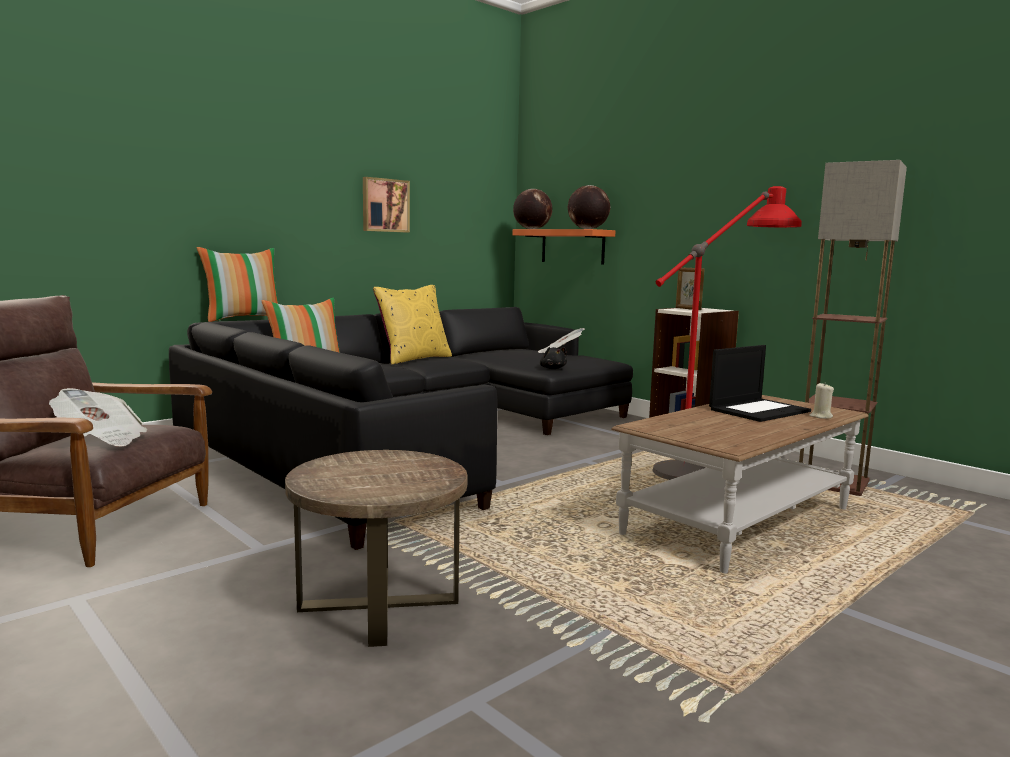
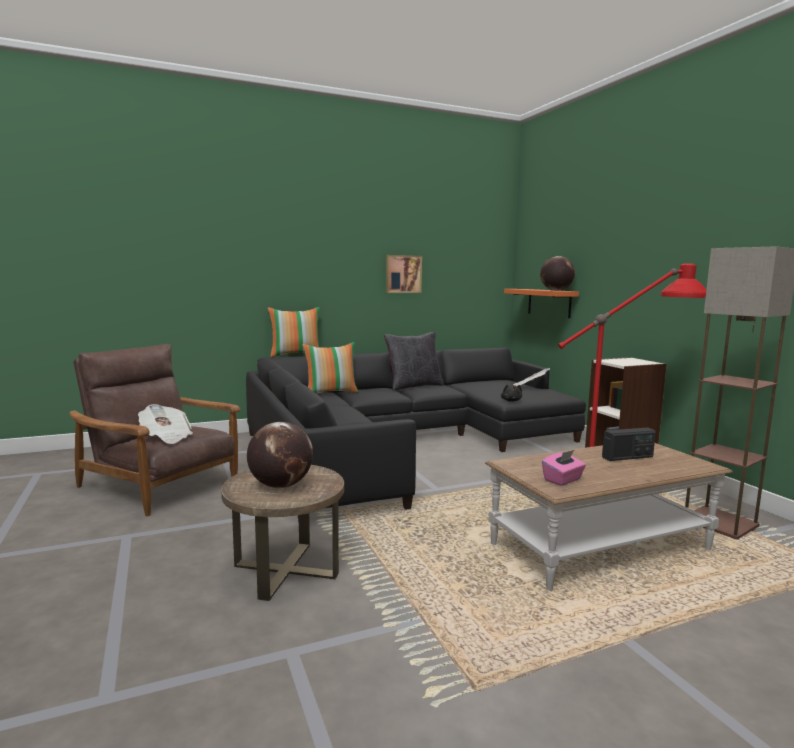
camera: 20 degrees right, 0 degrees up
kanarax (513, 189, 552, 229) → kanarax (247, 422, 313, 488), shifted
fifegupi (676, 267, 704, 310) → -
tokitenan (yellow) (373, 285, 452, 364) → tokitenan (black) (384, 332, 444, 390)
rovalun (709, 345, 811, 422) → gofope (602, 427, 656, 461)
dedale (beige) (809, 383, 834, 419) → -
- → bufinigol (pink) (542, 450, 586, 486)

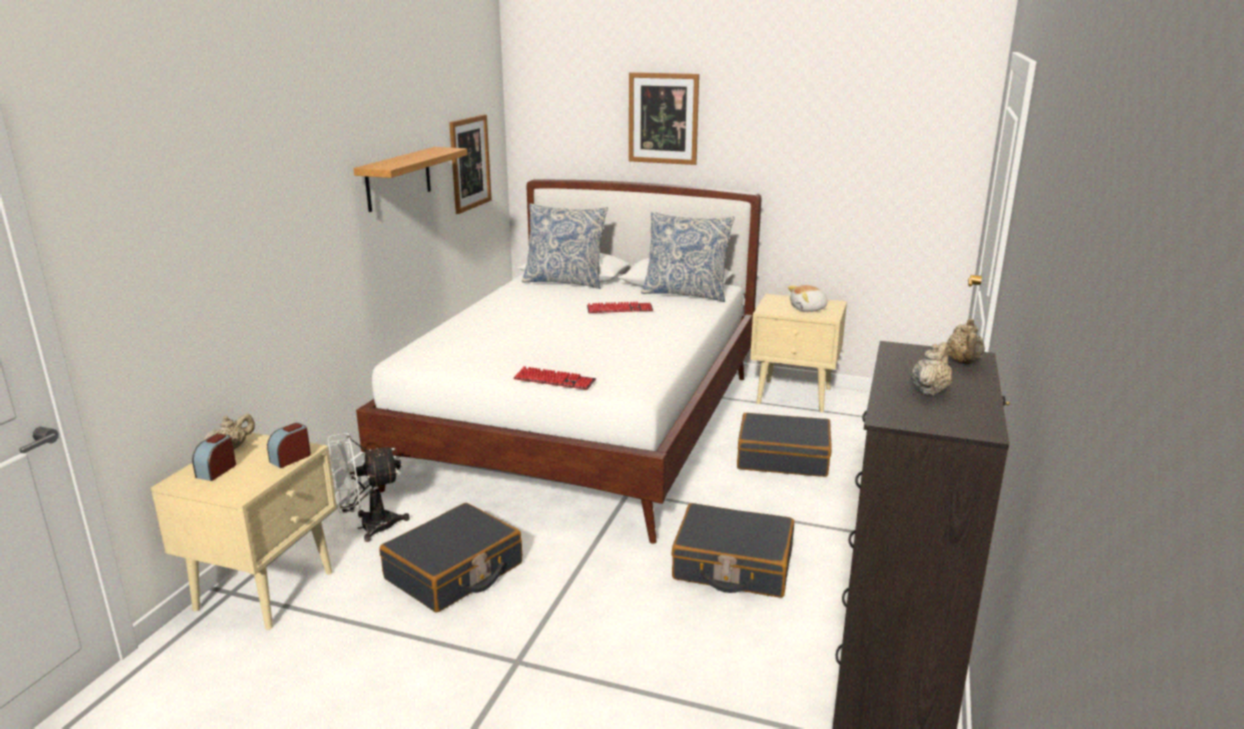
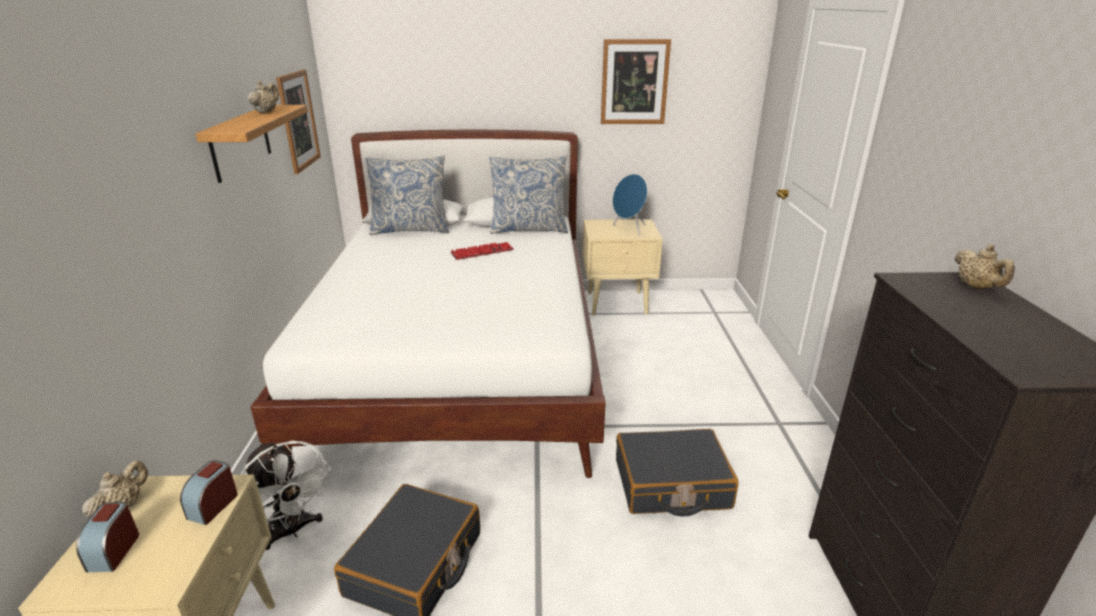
camera: 20 degrees left, 5 degrees up
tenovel (629, 72, 699, 165) → tenovel (601, 39, 671, 124), shifted
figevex (788, 285, 829, 312) → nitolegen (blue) (612, 174, 647, 236)
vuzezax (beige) (912, 342, 952, 396) → vuzezax (beige) (248, 81, 279, 113), shifted
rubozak (514, 366, 596, 390) → -
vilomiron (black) (737, 413, 832, 477) → -
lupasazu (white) (328, 433, 410, 542) → lupasazu (white) (240, 441, 332, 550), 90 degrees counterclockwise

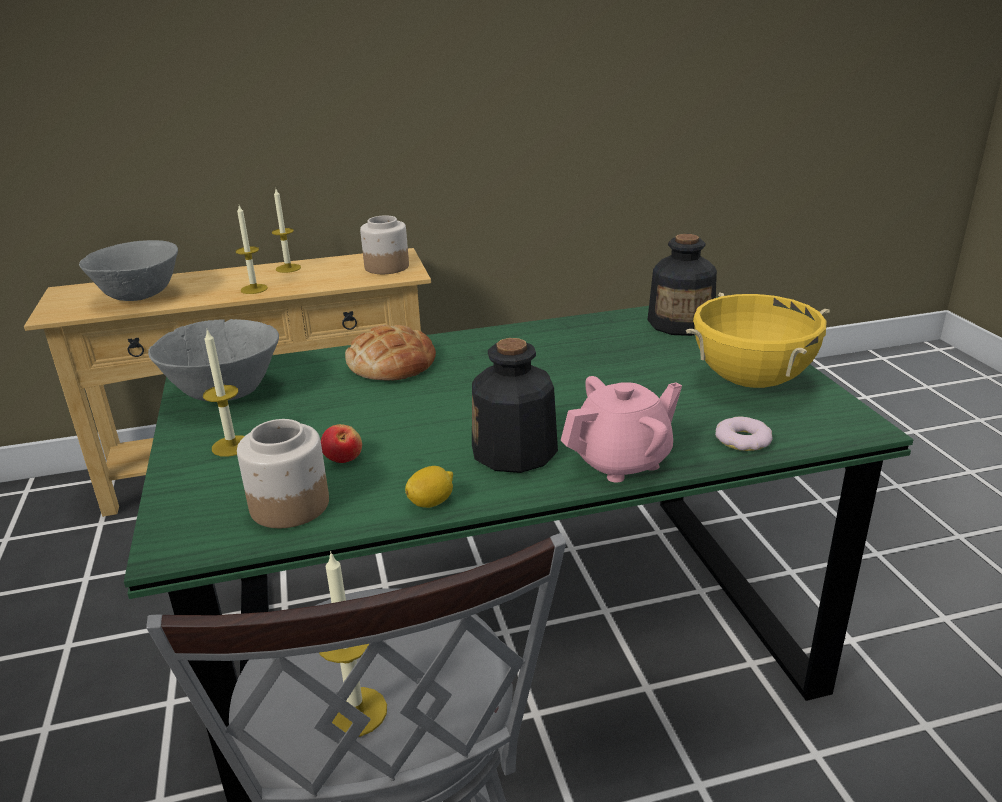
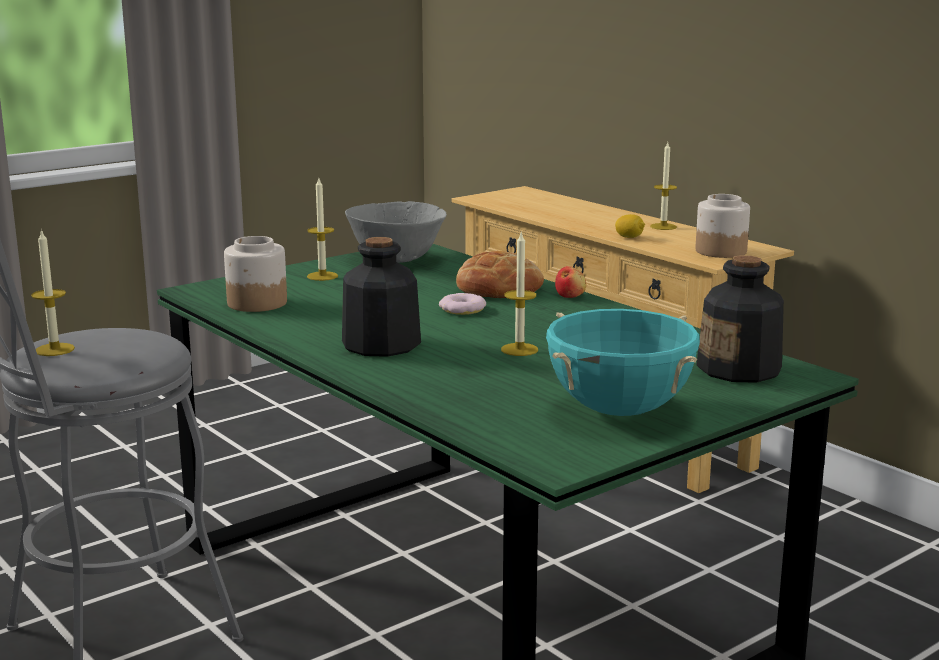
camera: 65 degrees right, 10 degrees down
dedale (236, 205, 268, 294) → dedale (501, 233, 538, 356), shifted
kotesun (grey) (79, 240, 178, 301) → -
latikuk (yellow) (686, 293, 830, 388) → latikuk (turquoise) (546, 309, 700, 416)
vuzezax (pink) (560, 376, 682, 483) → -
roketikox (715, 417, 773, 451) → roketikox (439, 293, 486, 315), shifted
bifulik (321, 424, 362, 463) → bifulik (555, 266, 586, 298), shifted
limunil (405, 466, 453, 508) → limunil (615, 214, 645, 238), shifted

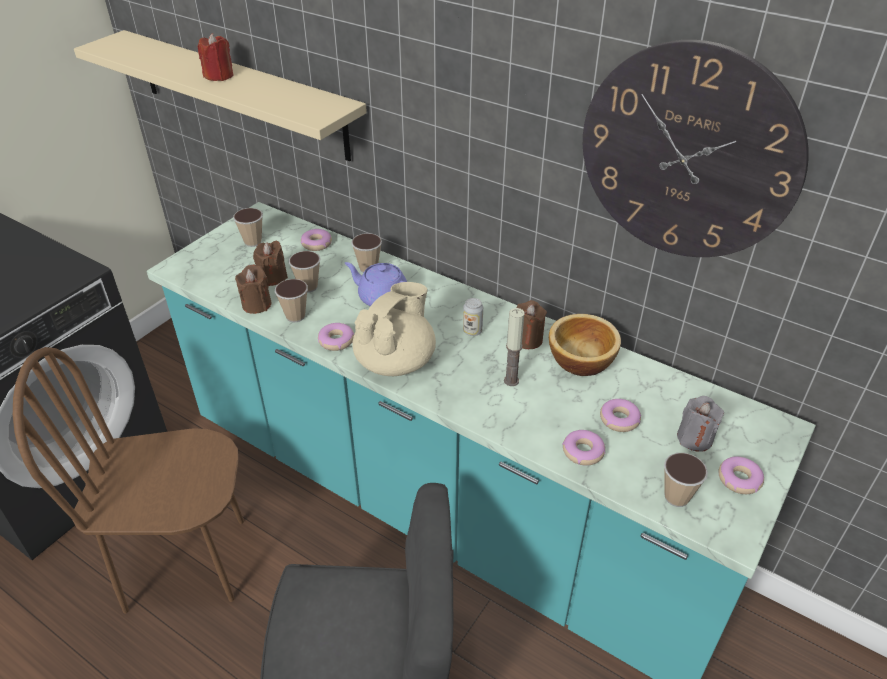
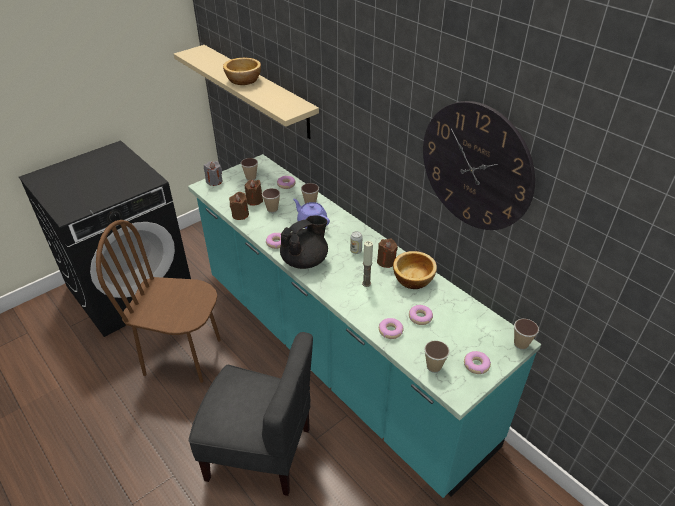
camera: 15 degrees right, 0 degrees up
dedale (red) (198, 33, 233, 81) → kotesun (223, 58, 261, 85)
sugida (275, 279, 308, 322) → sugida (514, 319, 539, 350), shifted
vuzezax (beige) (353, 282, 436, 376) → vuzezax (black) (280, 215, 328, 269)
dedale (grey) (677, 396, 724, 452) → dedale (grey) (204, 161, 222, 186), shifted

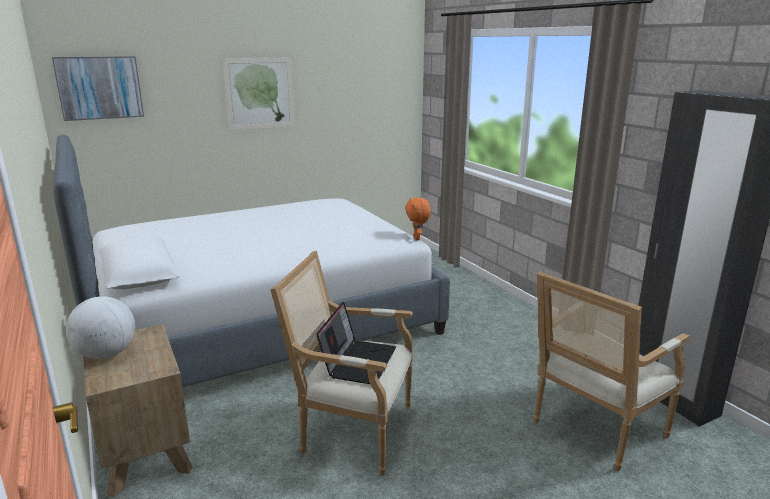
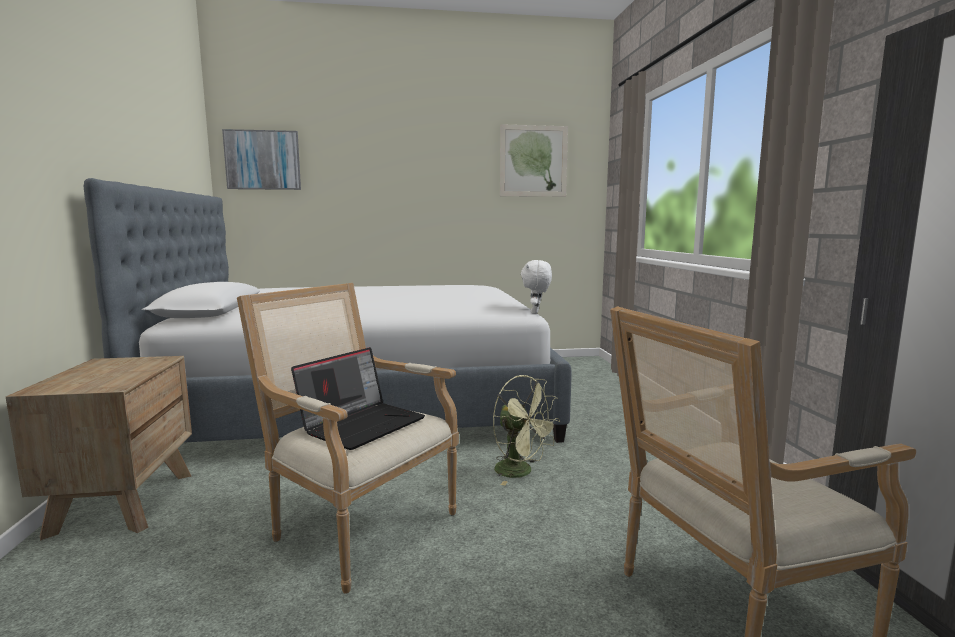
camera: 20 degrees right, 10 degrees down
tenovel (223, 57, 295, 131) → tenovel (500, 124, 568, 197), shifted
figevex (orange) (405, 198, 431, 240) → figevex (white) (521, 260, 552, 314)
kanarax (66, 296, 135, 359) → -
- → lupasazu (green) (493, 375, 560, 485)

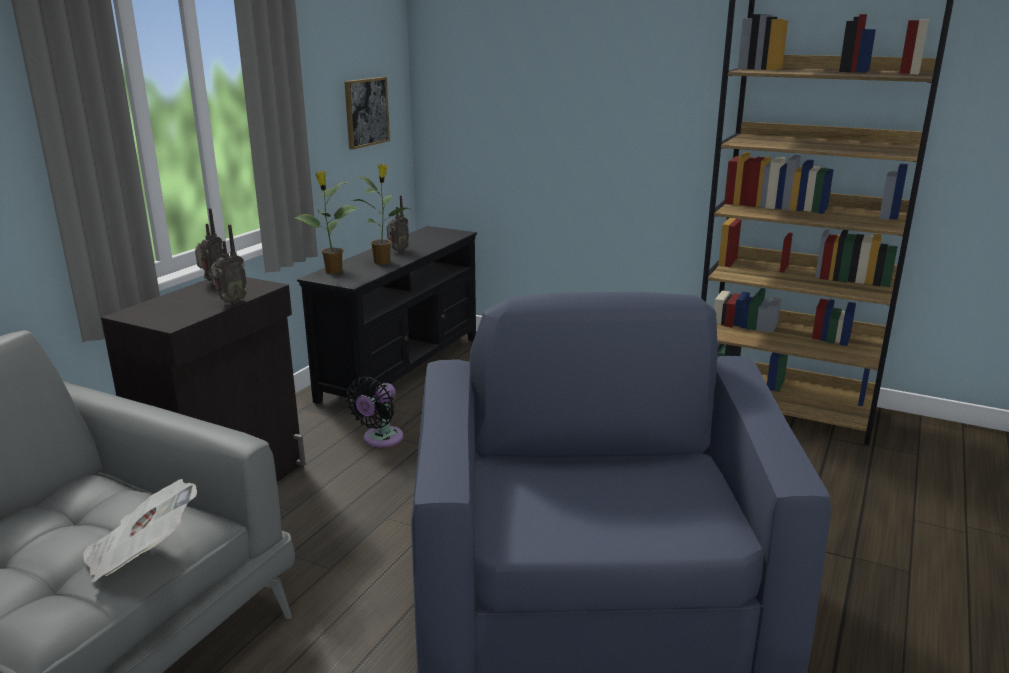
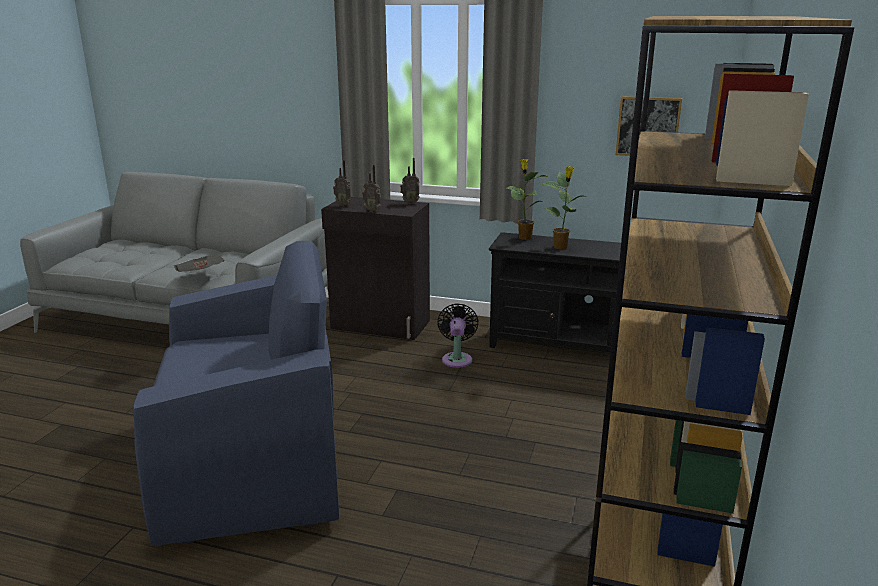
camera: 80 degrees right, 0 degrees up
gofope (387, 195, 409, 252) → gofope (333, 160, 351, 206), shifted
lupasazu (black) (346, 377, 403, 447) → lupasazu (black) (437, 303, 479, 368), 75 degrees clockwise

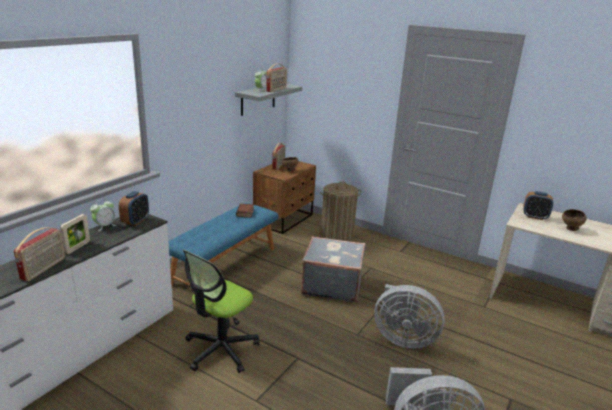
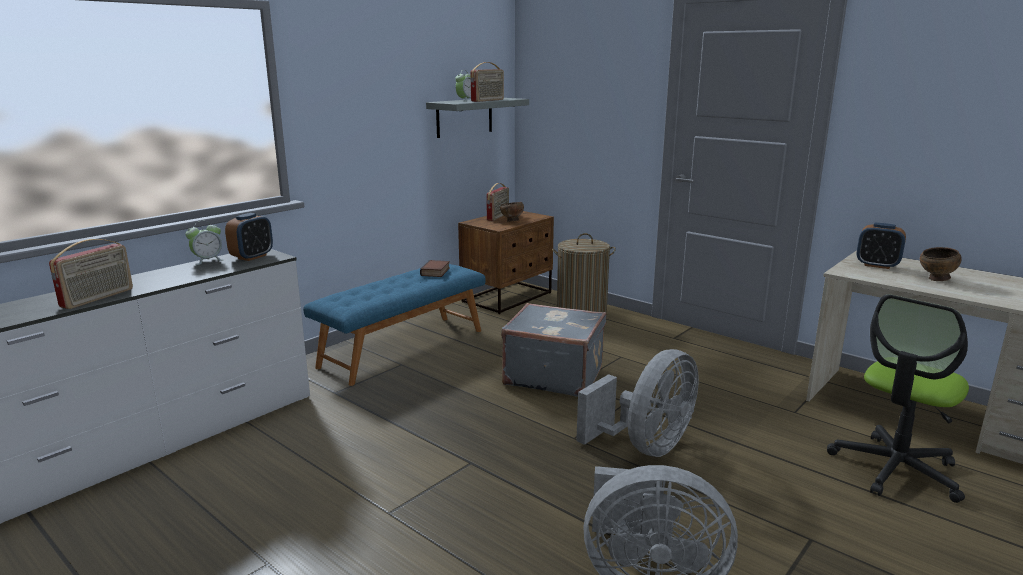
camera: 10 degrees right, 5 degrees down
fifegupi (60, 214, 90, 254) → -
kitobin (183, 250, 259, 373) → kitobin (827, 294, 969, 503), shifted
lupasazu (grey) (374, 284, 445, 348) → lupasazu (grey) (576, 349, 699, 457), 75 degrees counterclockwise

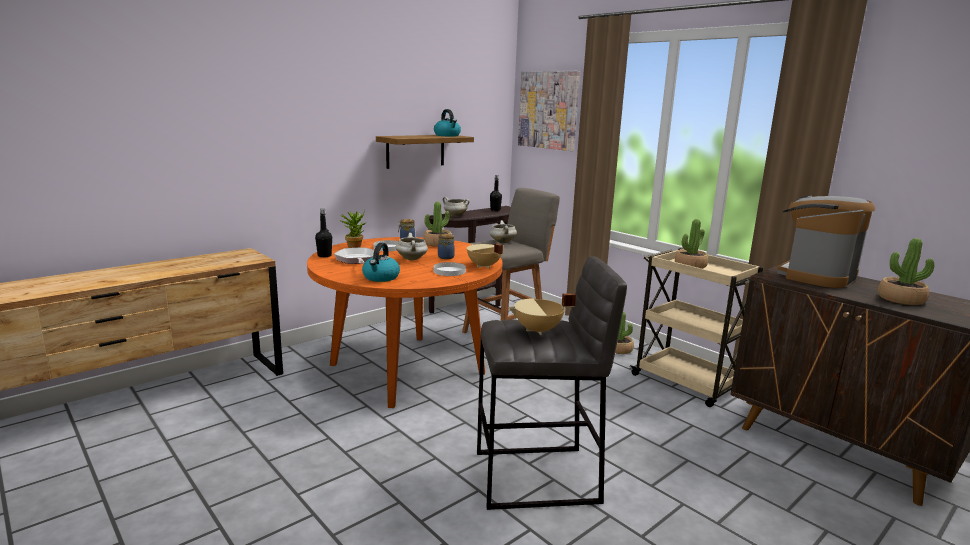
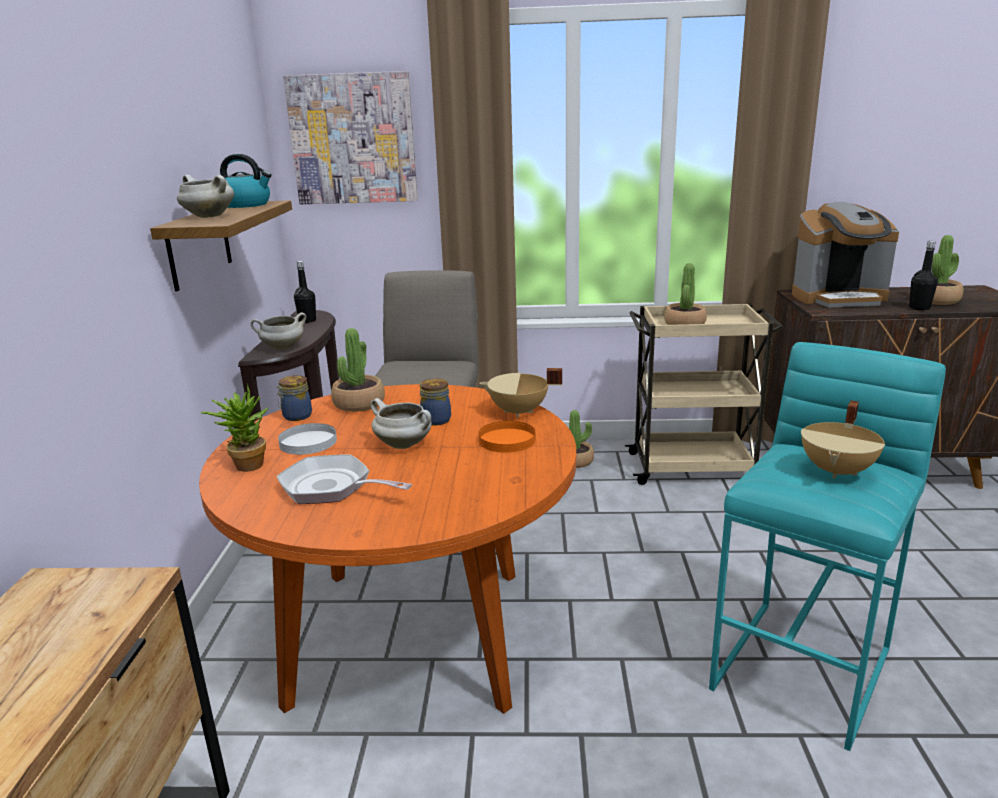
camera: 45 degrees left, 5 degrees up
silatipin (777, 195, 875, 288) → silatipin (792, 202, 899, 307), 90 degrees counterclockwise
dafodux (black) (315, 209, 332, 257) → dafodux (black) (909, 241, 938, 310), shifted
latikuk (white) (490, 220, 517, 243) → latikuk (white) (177, 175, 234, 218), shifted
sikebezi (362, 243, 400, 282) → -
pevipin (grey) (477, 256, 627, 510) → pevipin (turquoise) (709, 342, 946, 751)
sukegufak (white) (433, 262, 466, 276) → sukegufak (orange) (478, 421, 536, 453)

